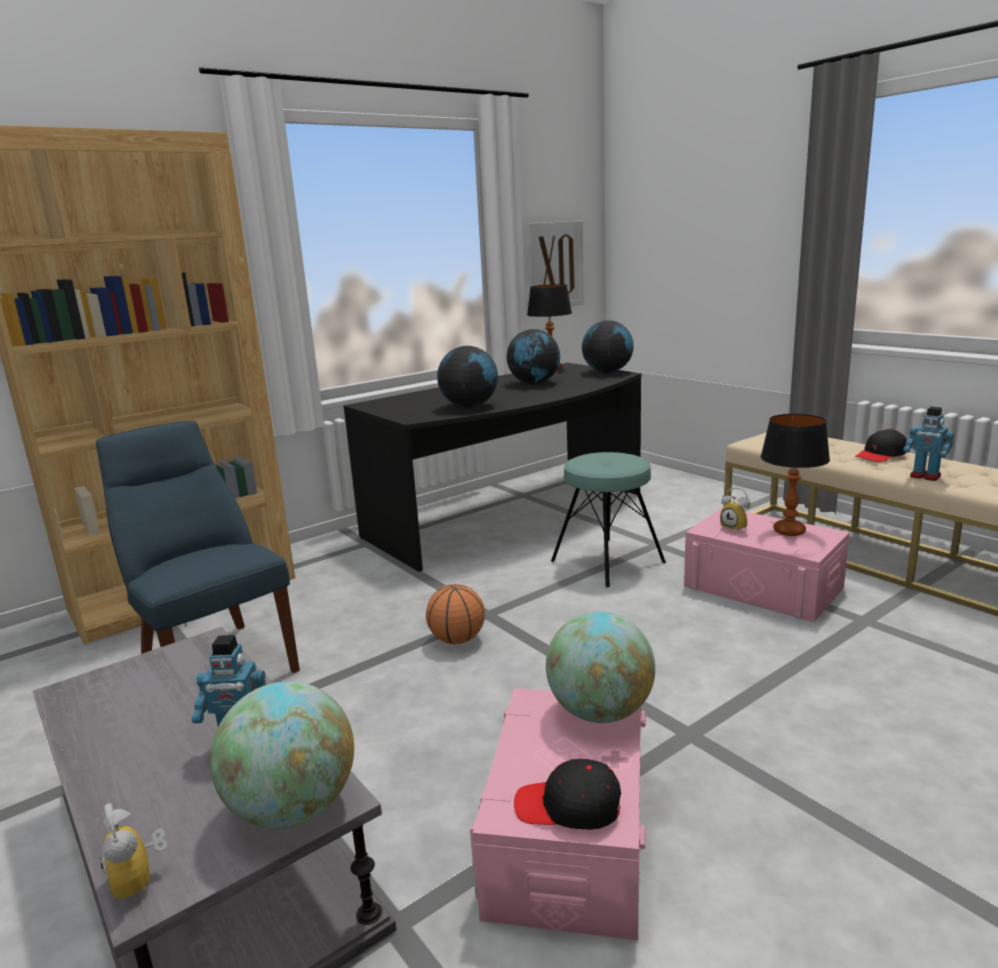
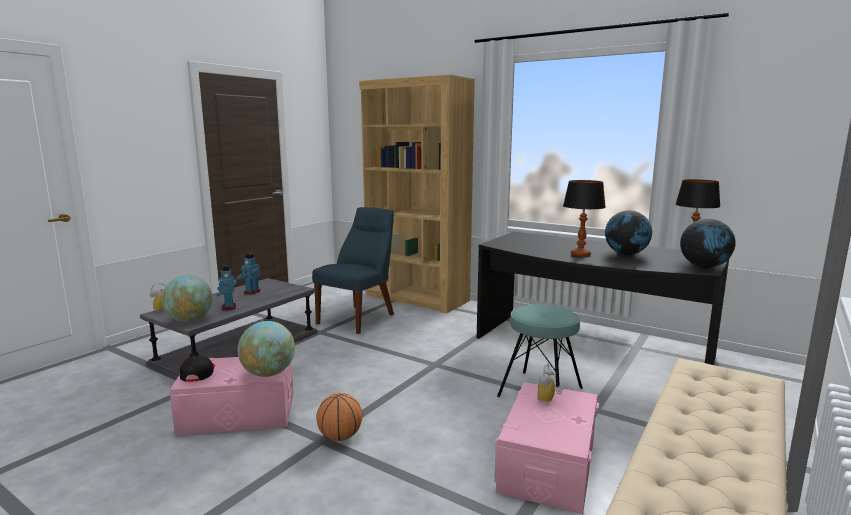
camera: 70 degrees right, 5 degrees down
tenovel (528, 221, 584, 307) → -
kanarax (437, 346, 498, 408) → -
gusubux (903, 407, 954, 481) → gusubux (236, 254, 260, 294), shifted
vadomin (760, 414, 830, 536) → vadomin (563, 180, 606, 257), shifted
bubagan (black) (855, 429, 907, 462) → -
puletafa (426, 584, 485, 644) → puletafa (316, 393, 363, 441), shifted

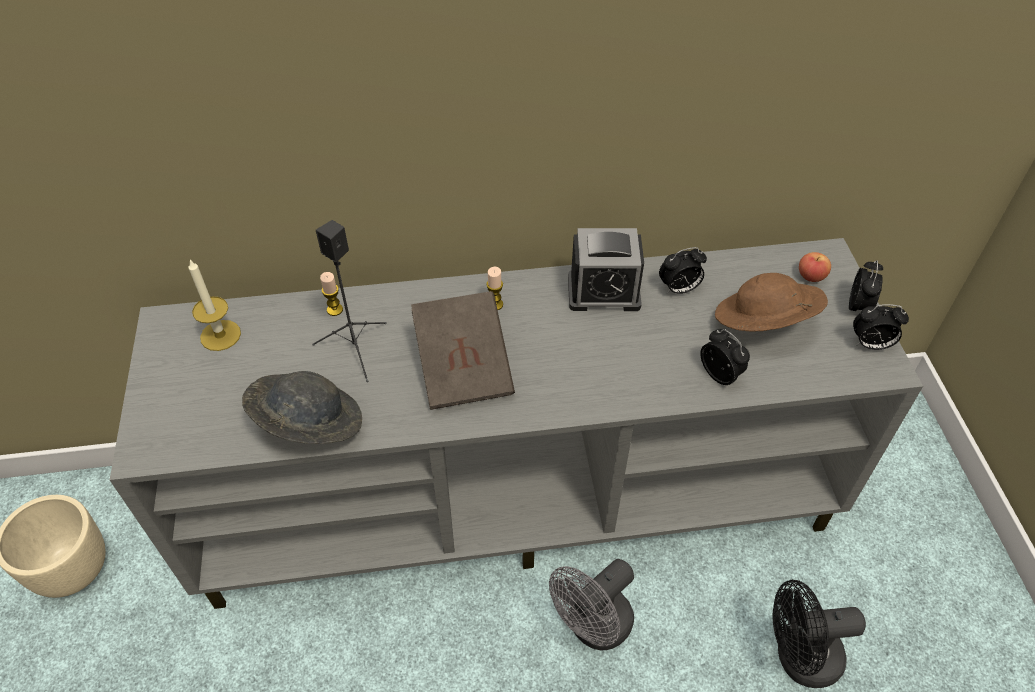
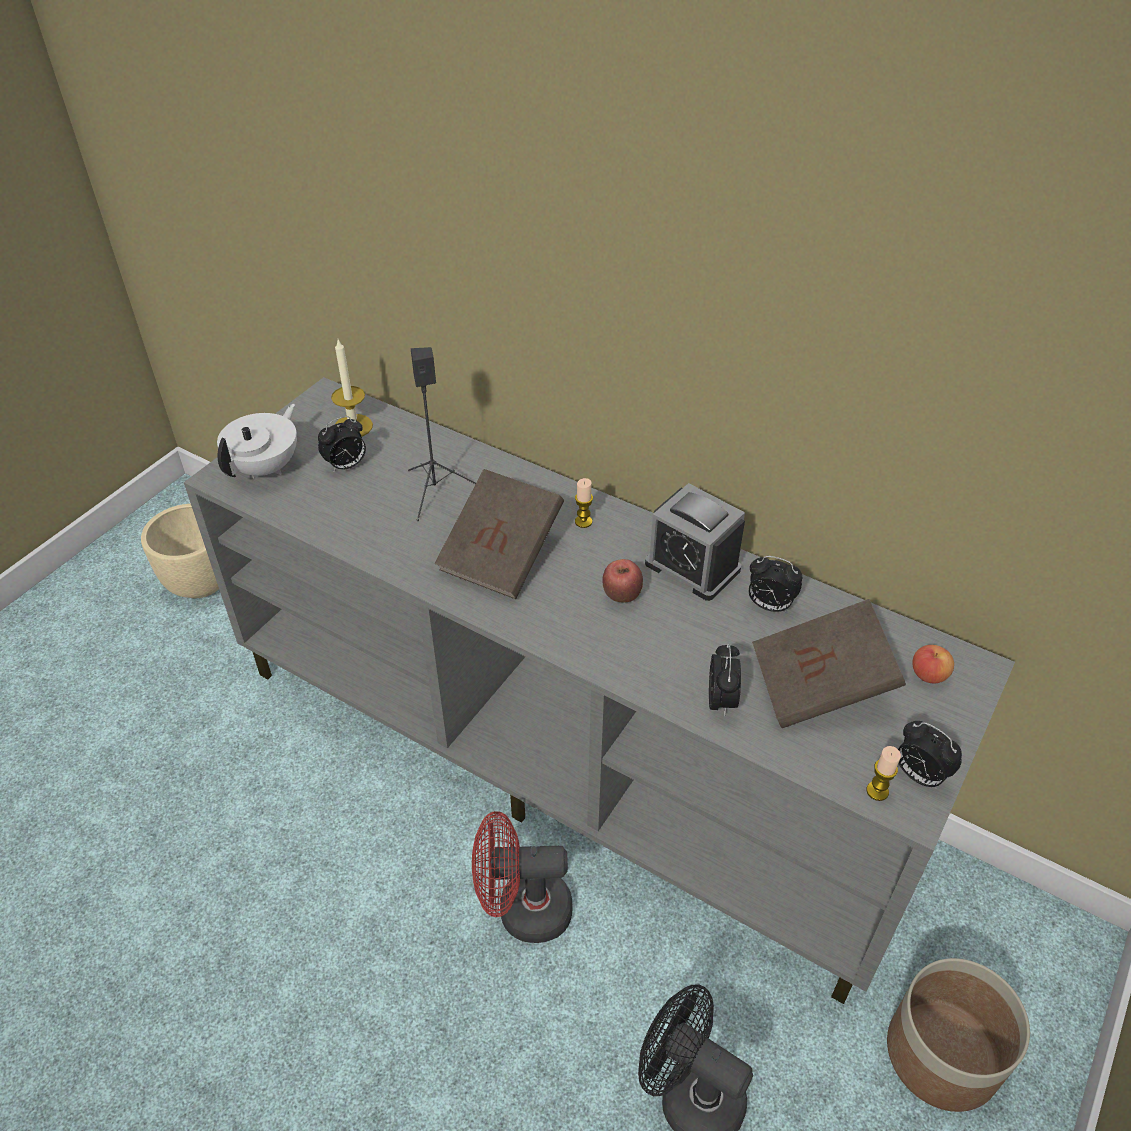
camera: 40 degrees right, 5 degrees down
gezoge (849, 260, 883, 311) → gezoge (318, 416, 366, 473), shifted
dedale (320, 272, 343, 316) → dedale (866, 746, 901, 801), shifted
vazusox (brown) (715, 273, 828, 331) → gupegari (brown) (752, 599, 906, 728)
vazusox (grey) (242, 371, 362, 444) → -
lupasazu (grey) (549, 559, 634, 651) → lupasazu (red) (472, 811, 573, 943)
- → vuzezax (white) (217, 404, 297, 479)
- → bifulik (603, 559, 643, 602)
- → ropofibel (887, 958, 1030, 1112)

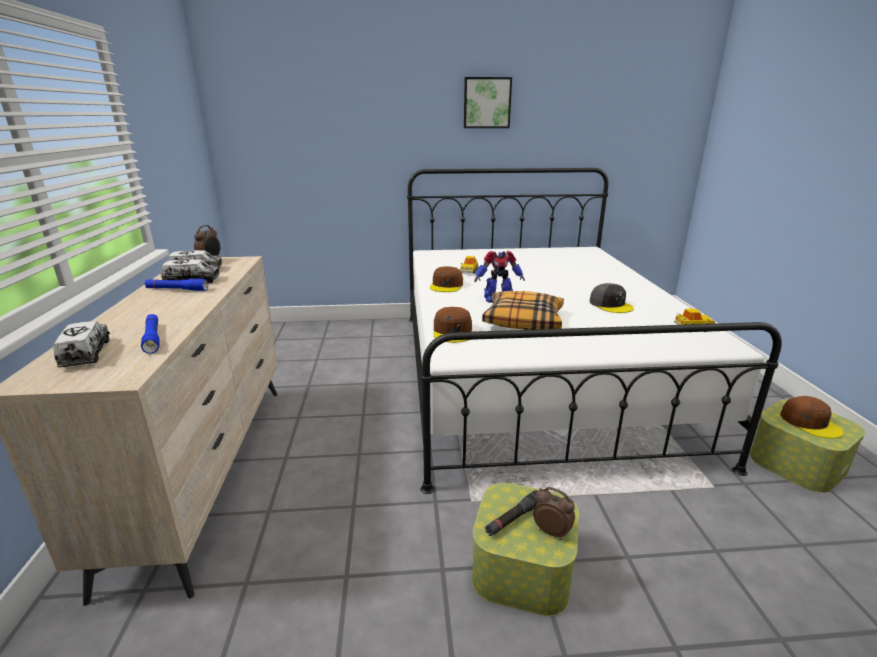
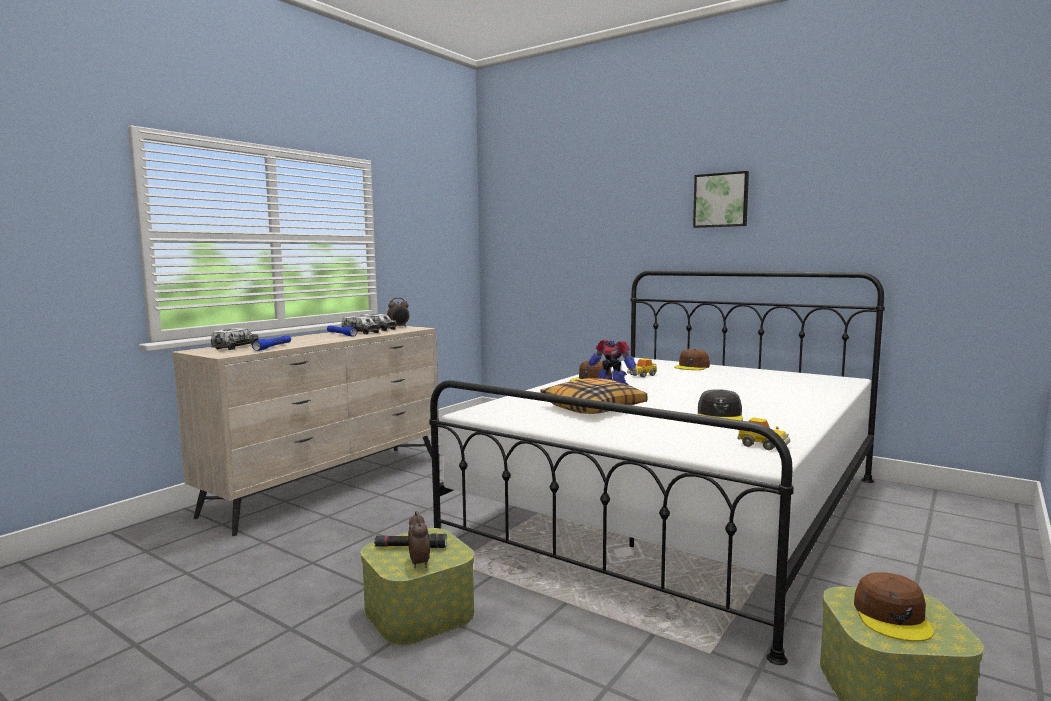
camera: 40 degrees right, 15 degrees down
bubagan (brown) (434, 307, 472, 343) → bubagan (brown) (674, 349, 710, 370), shifted

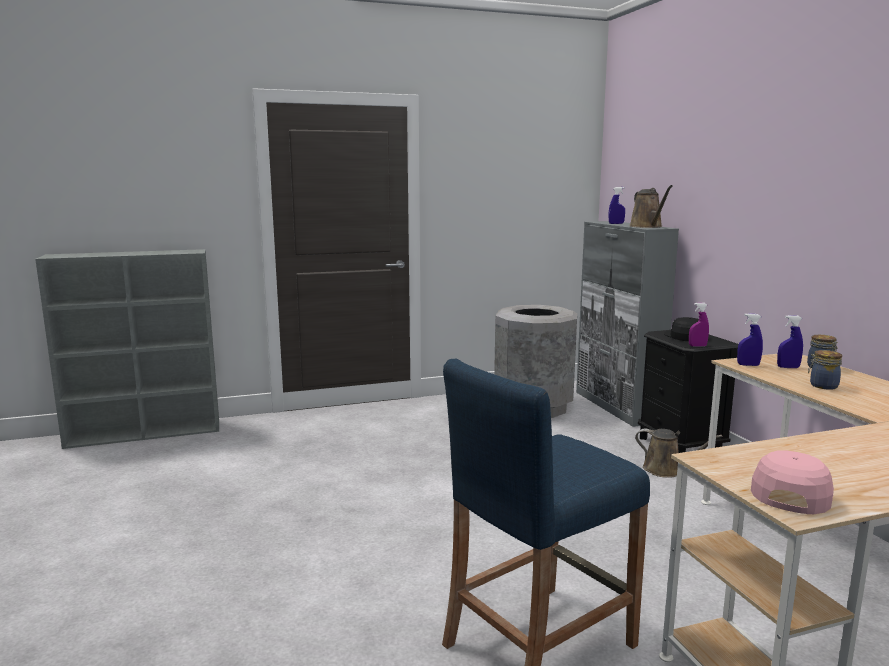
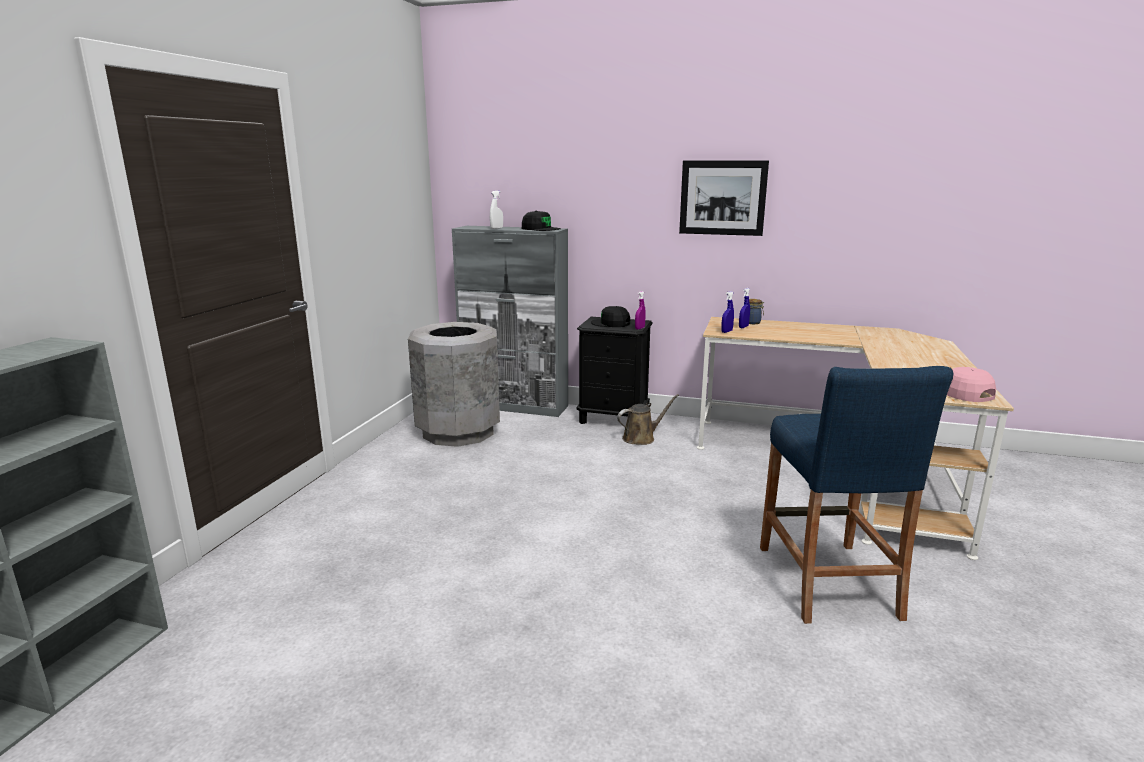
camera: 55 degrees left, 5 degrees up
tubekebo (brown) (629, 185, 672, 228) → bubagan (black) (522, 211, 561, 231)
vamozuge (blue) (609, 187, 625, 224) → vamozuge (white) (490, 191, 503, 229)
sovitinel (808, 350, 842, 390) → -
- → tenovel (679, 160, 769, 236)

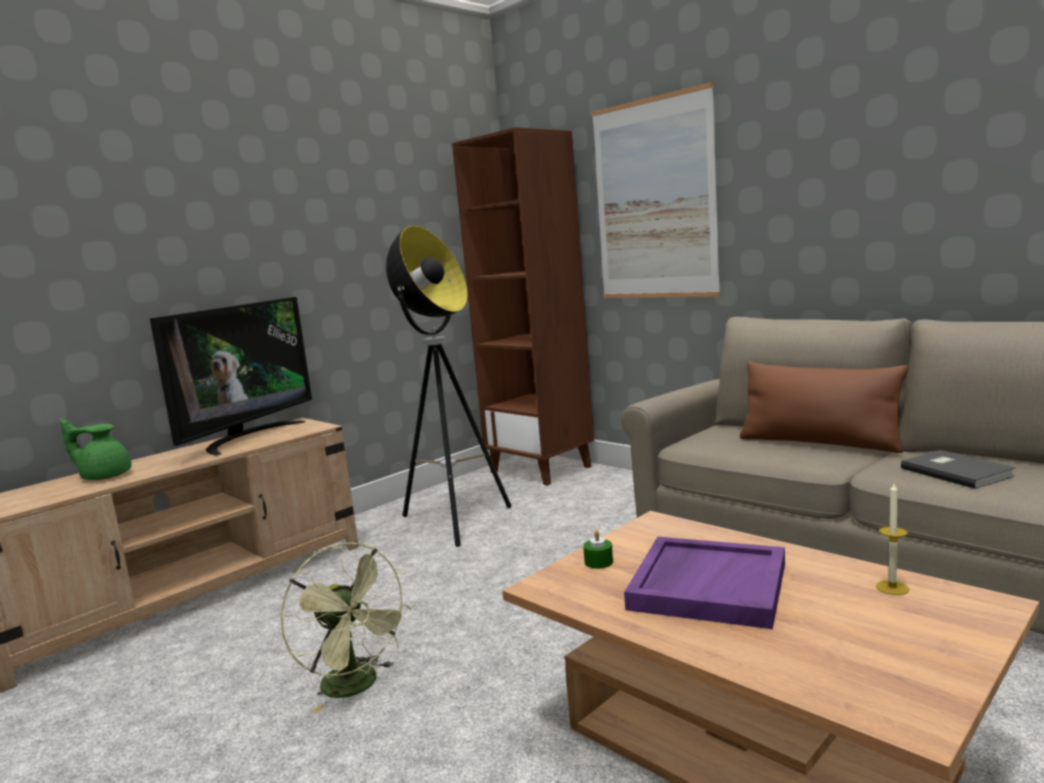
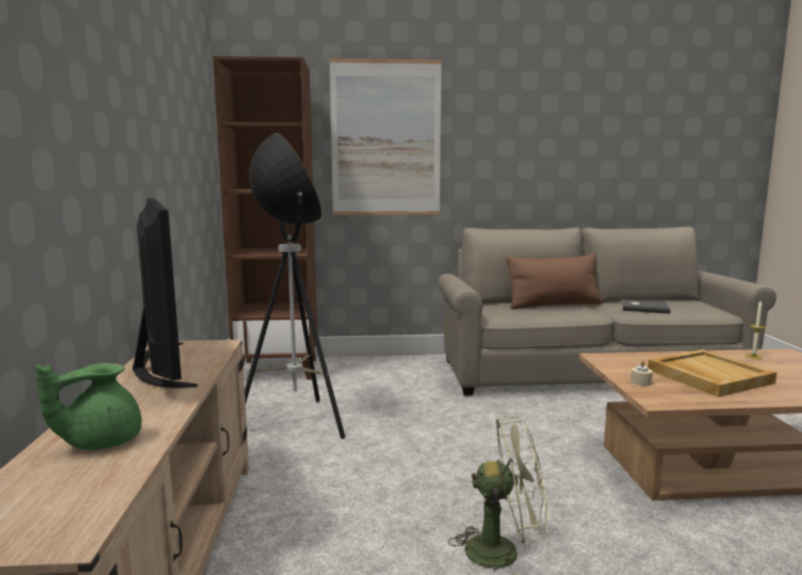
camera: 50 degrees left, 0 degrees up
dedale (green) (583, 530, 613, 569) → dedale (beige) (631, 360, 653, 386)
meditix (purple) (624, 537, 785, 629) → meditix (beige) (648, 349, 777, 397)

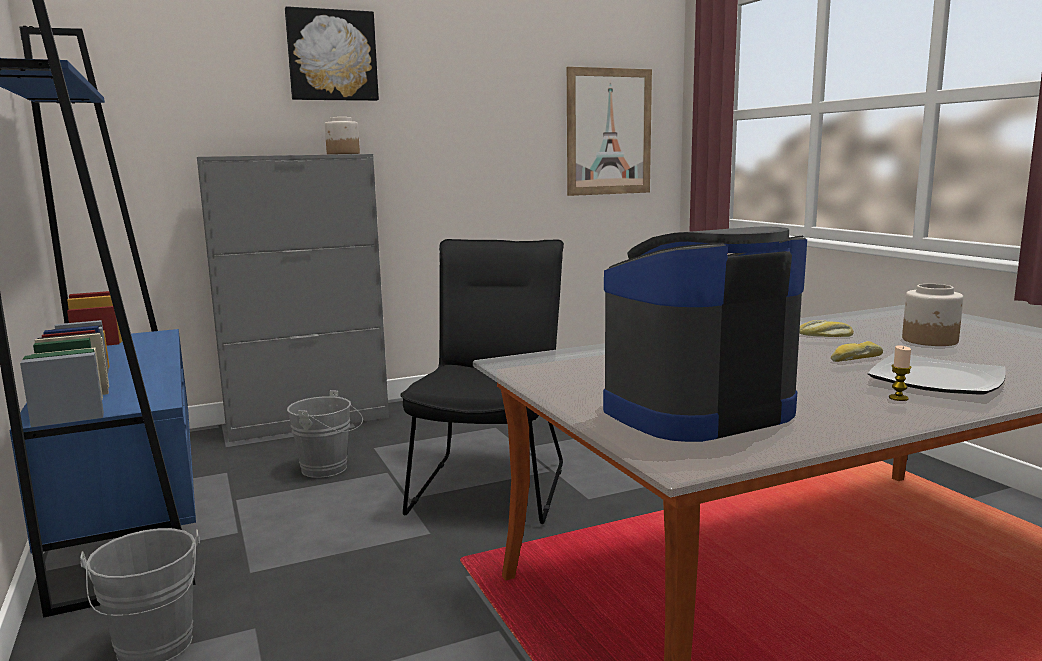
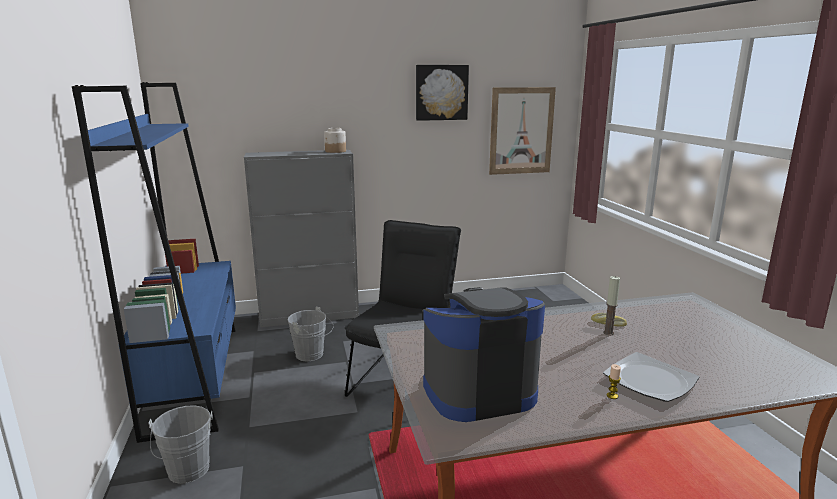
camera: 10 degrees right, 5 degrees up
tenovel (285, 6, 379, 101) → tenovel (416, 65, 469, 121), shifted
sovitinel (902, 284, 963, 346) → -
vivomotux (831, 341, 883, 362) → -
- → dedale (603, 276, 620, 335)

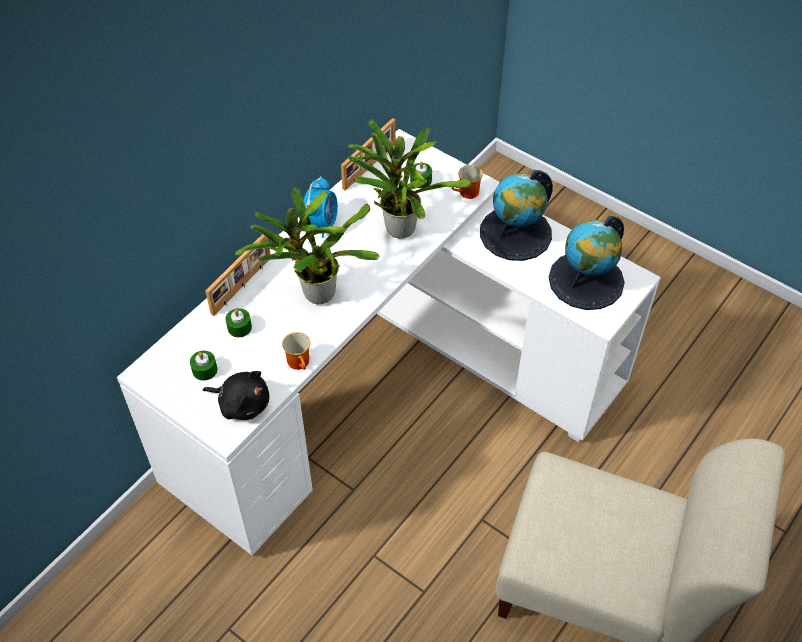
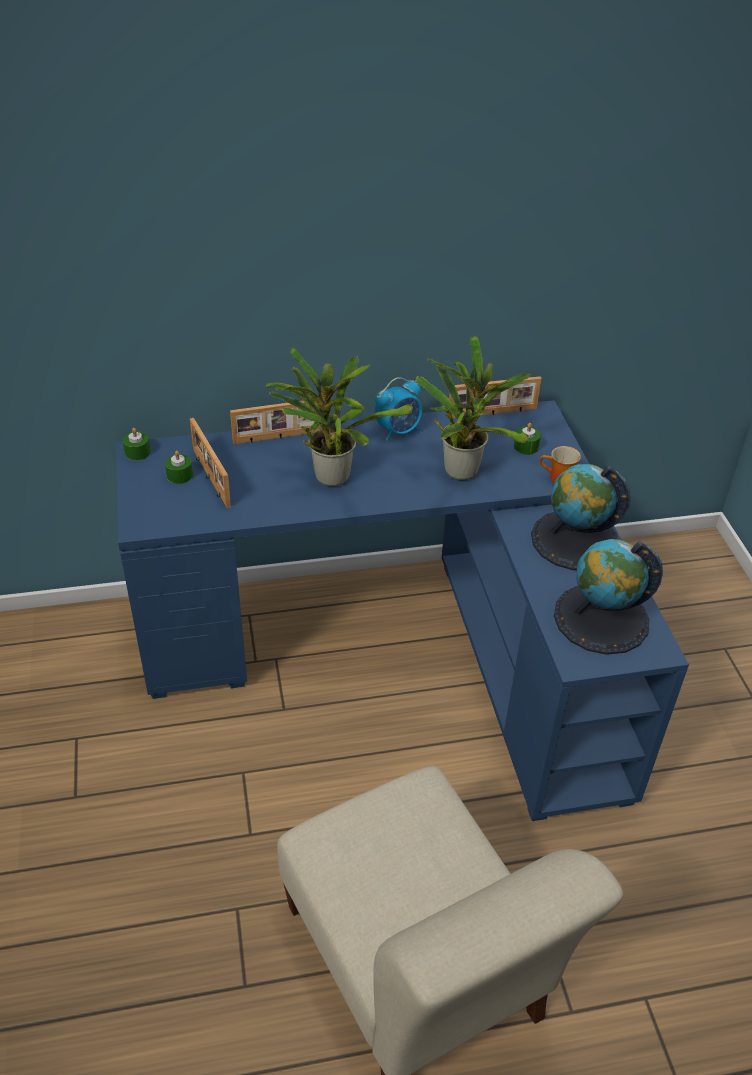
camera: 40 degrees right, 10 degrees down
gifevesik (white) (117, 129, 661, 556) → gifevesik (blue) (116, 400, 689, 821)
dedale (green) (225, 308, 252, 337) → dedale (green) (123, 428, 151, 460), shifted
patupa (282, 332, 310, 370) → -
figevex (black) (203, 371, 269, 420) → -
- → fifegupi (190, 418, 231, 508)

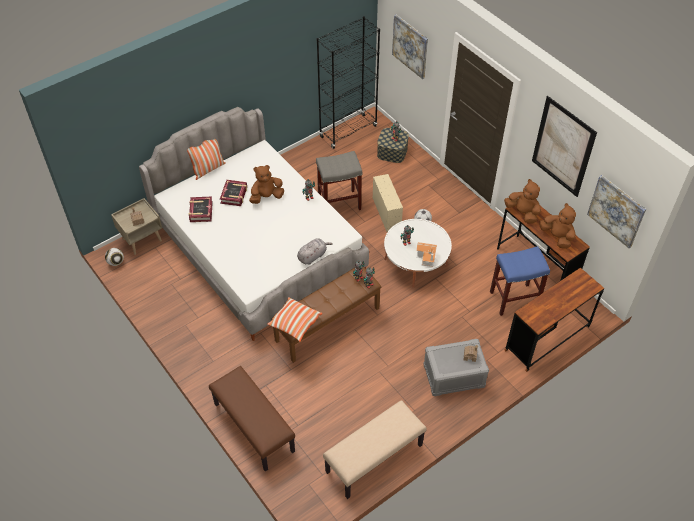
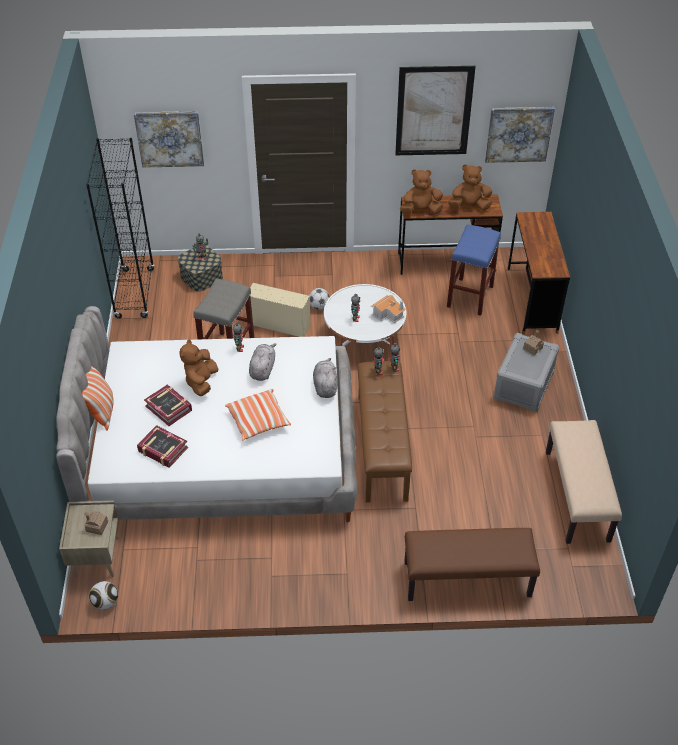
camera: 55 degrees left, 5 degrees down
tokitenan (267, 297, 322, 342) → tokitenan (225, 389, 291, 440), shifted
- → figevex (grey) (249, 343, 277, 381)

